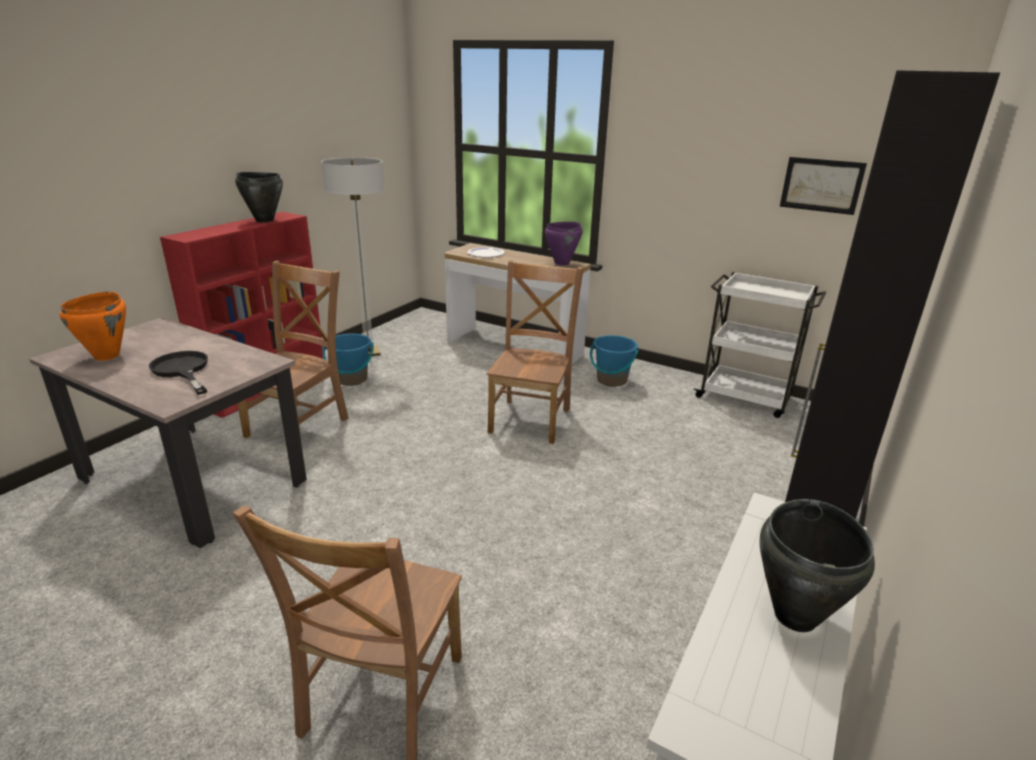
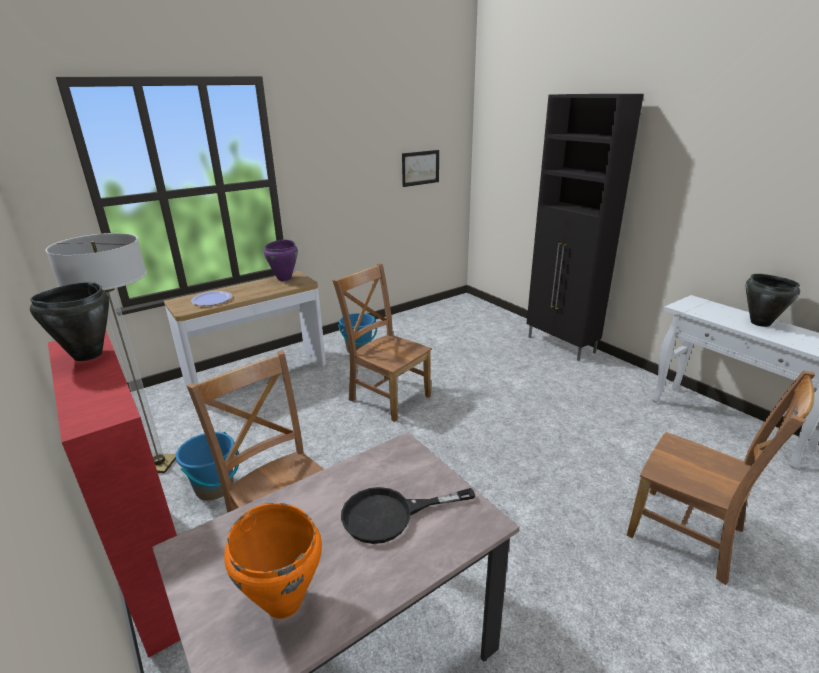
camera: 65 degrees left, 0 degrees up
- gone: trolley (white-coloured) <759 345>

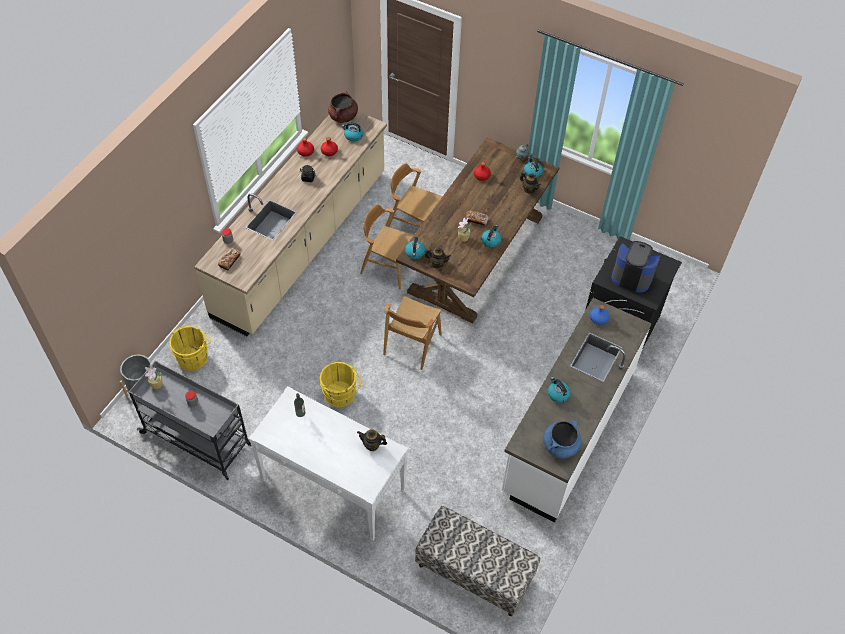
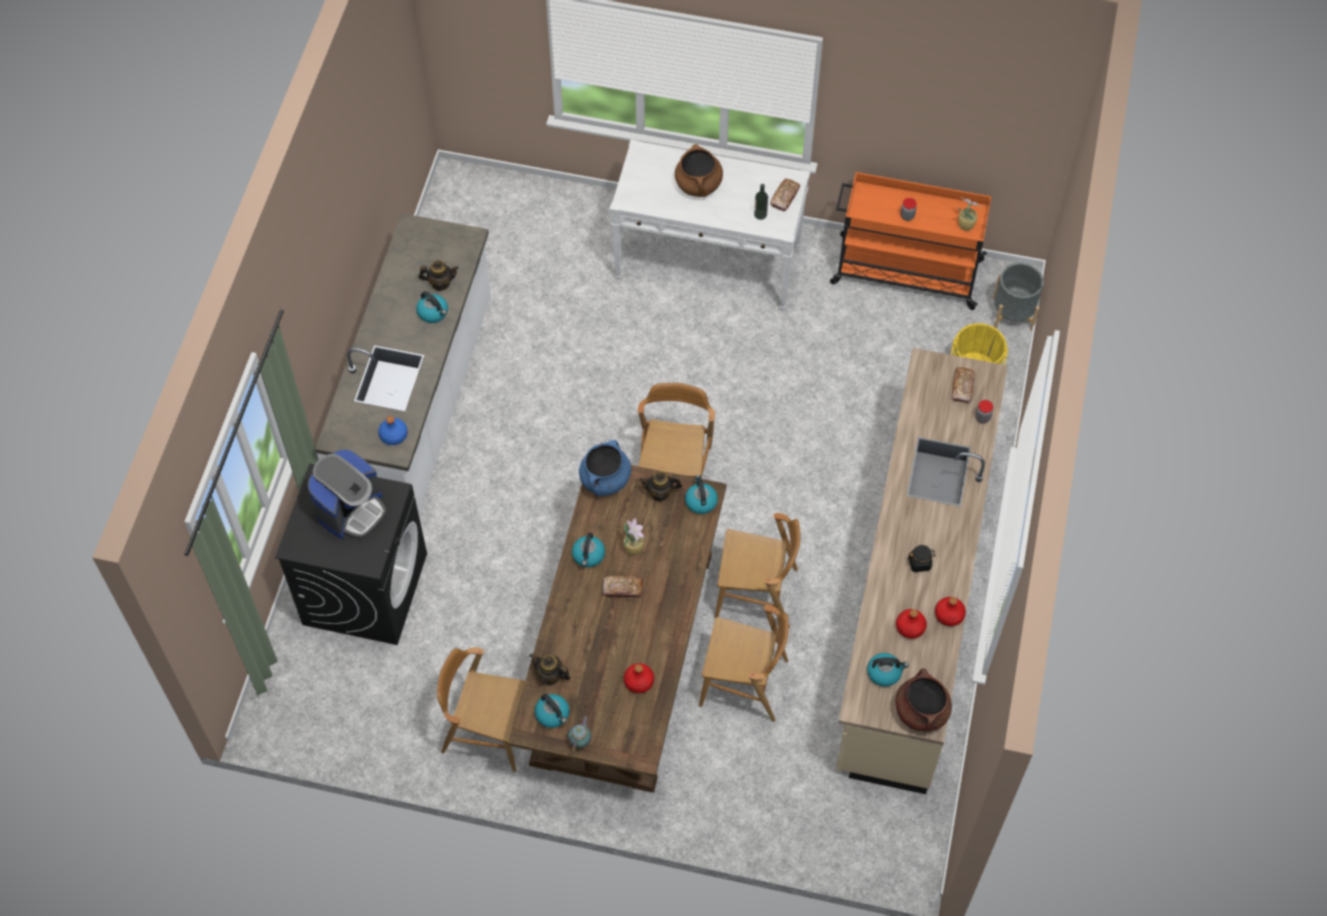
camera: 165 degrees right, 5 degrees up
- gone: water bucket (yellow-coloured) <340 384>
- gone: indoor bench <477 561>
- new: plain chair (brown) <481 709>
- new: cooking pot (brown) <699 170>
- new: baked bread <785 195>
- shifted: teapot <372 440> to <438 276>
- shifted: cooking pot (bluish) <562 440> to <605 468>
- repainted: trolley (gray) <190 420> to trolley (orange) <911 241>
- rotated: coffee maker <635 266> = <347 494> 60 degrees counterclockwise

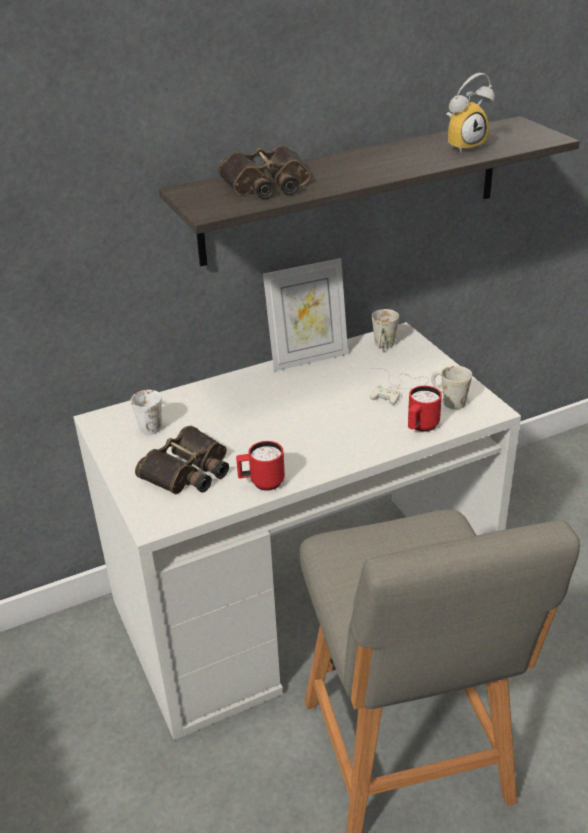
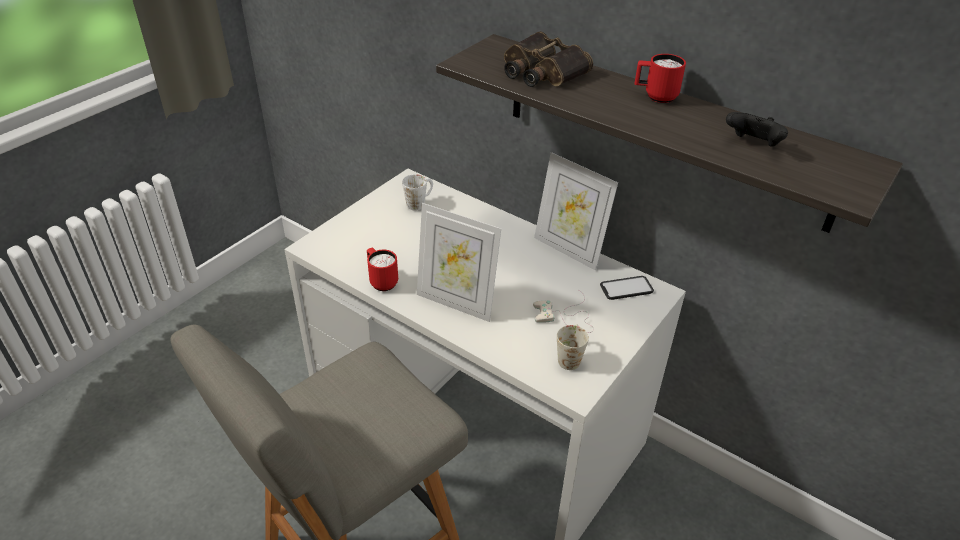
camera: 60 degrees right, 5 degrees up
- gone: pair of binoculars <182 460>
- new: standing frame <459 262>
- shifted: mug (red-coloured) <425 409> to <660 78>
- swapped: mug (white-coloured) <385 328> to phone <627 288>
- swapped: table clock <470 113> to joypad (blackish) <757 129>

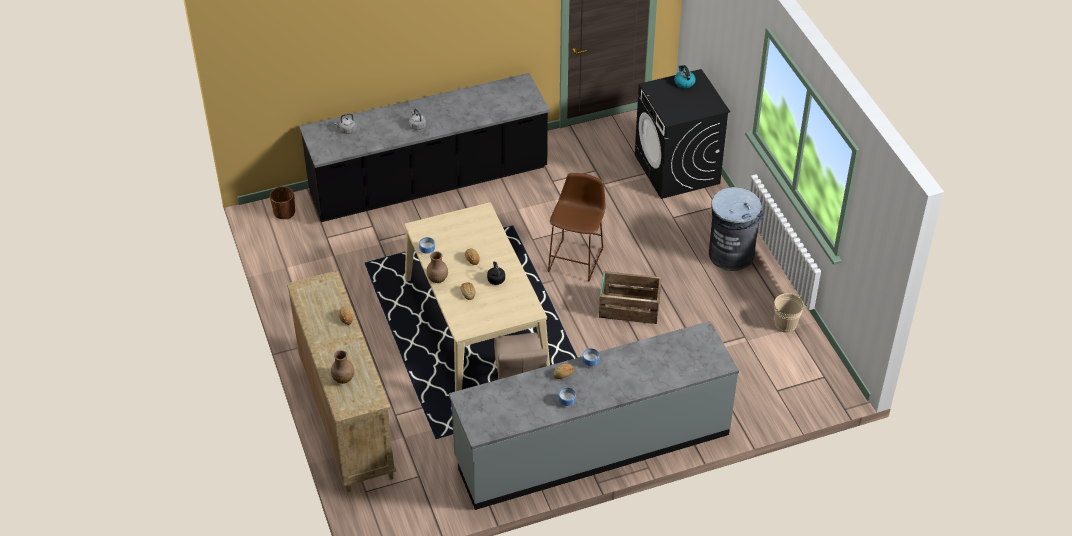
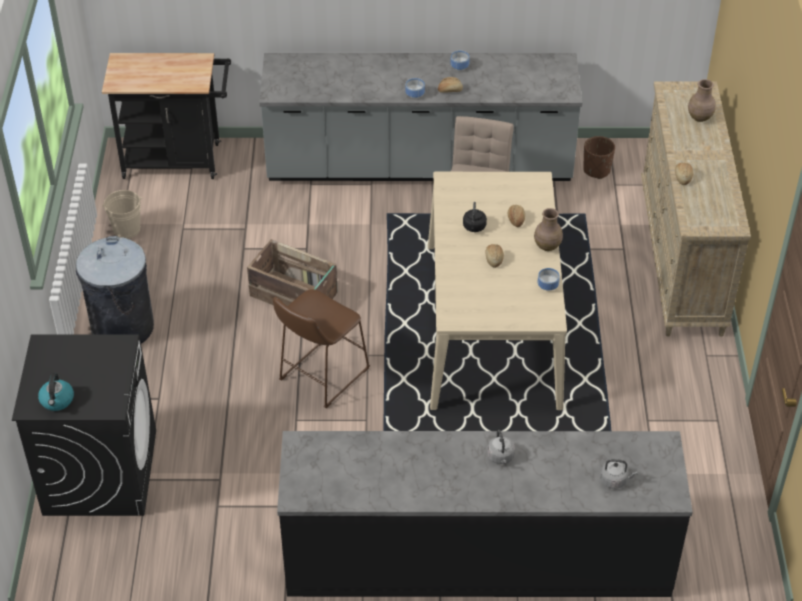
camera: 160 degrees left, 0 degrees up
- new: trolley (blackish) <166 116>
- shifted: plant pot (brown) <282 202> to <599 157>

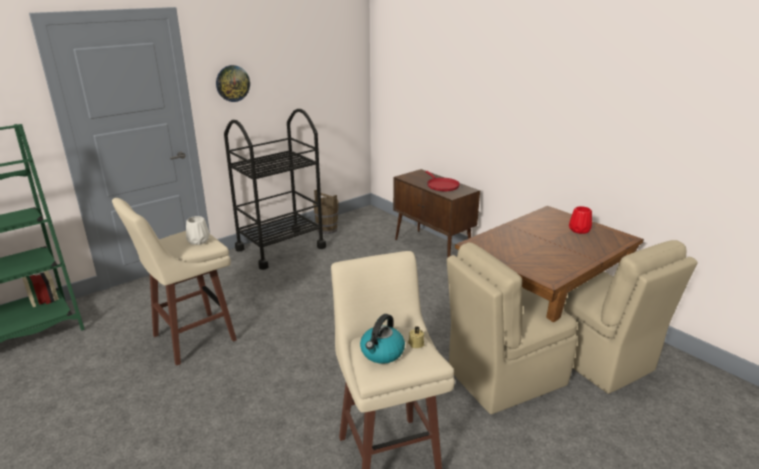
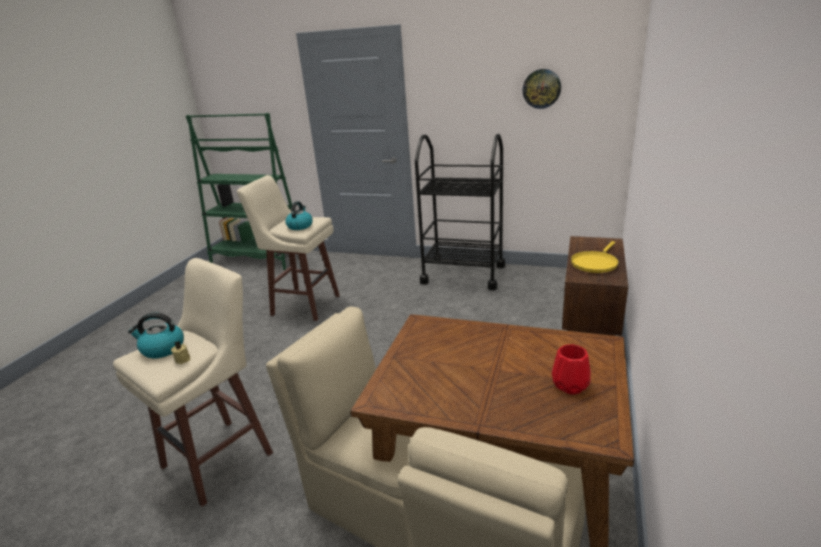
camera: 60 degrees right, 0 degrees up
- gone: water bucket (brown) <326 212>
- shifted: wall clock <233 83> to <541 89>
- swapped: flower vase (white-coloured) <198 230> to tea kettle <299 215>
- repainted: pan (red-coloured) <443 181> to pan (yellow-coloured) <595 257>

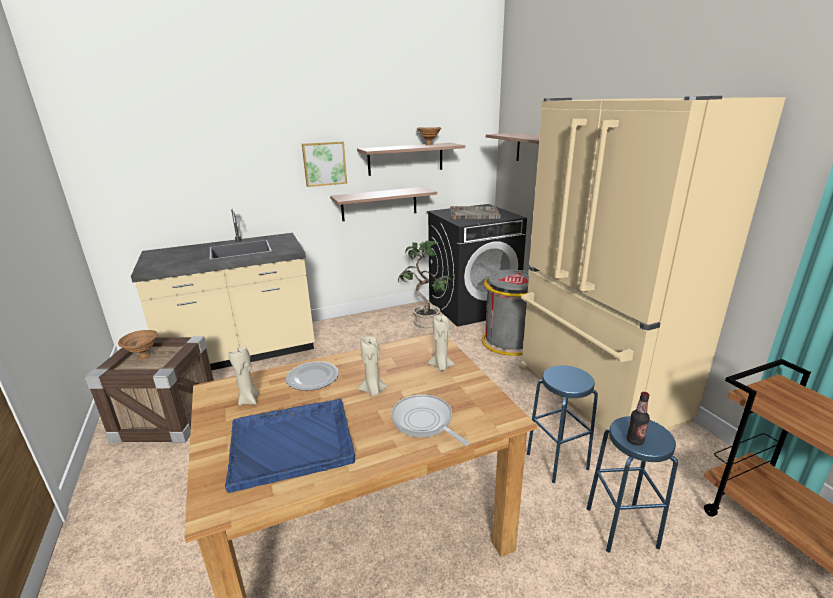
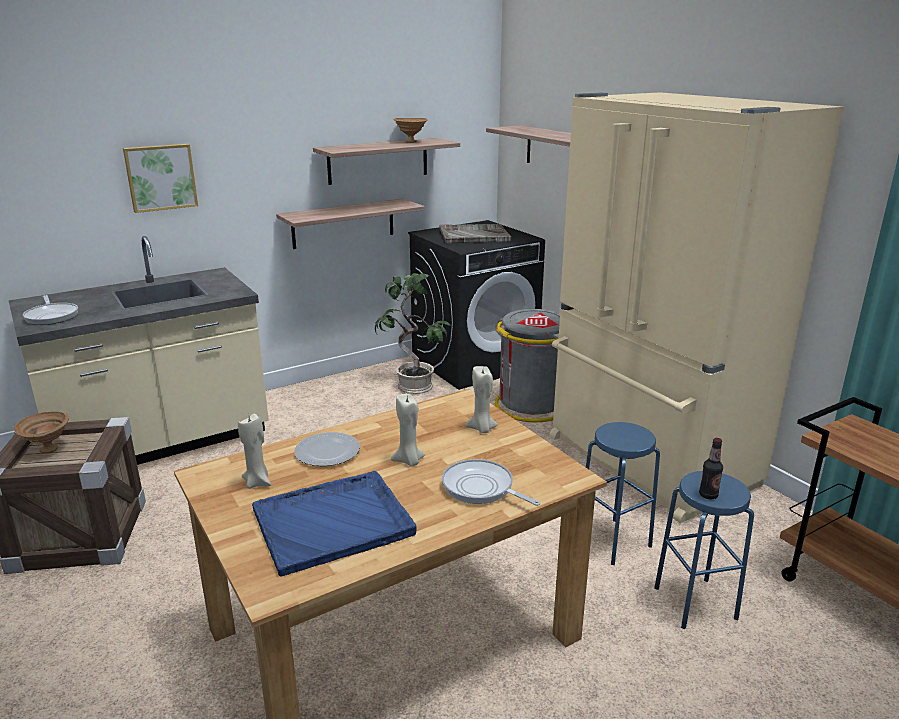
camera: 10 degrees left, 0 degrees up
- new: pan <50 310>
- shifted: wall picture <324 164> to <160 178>

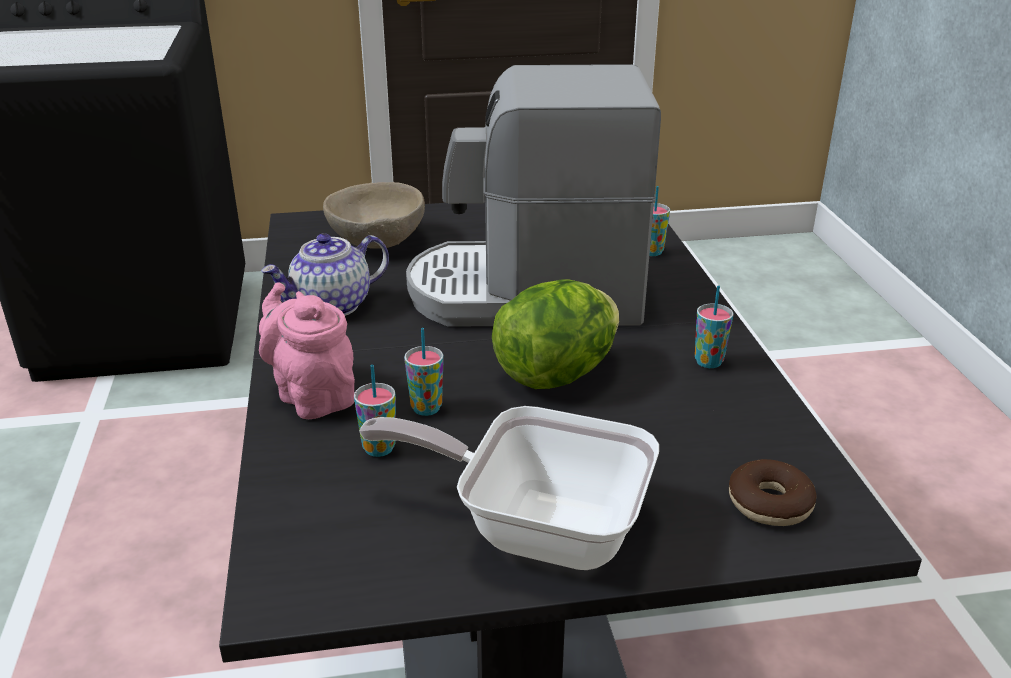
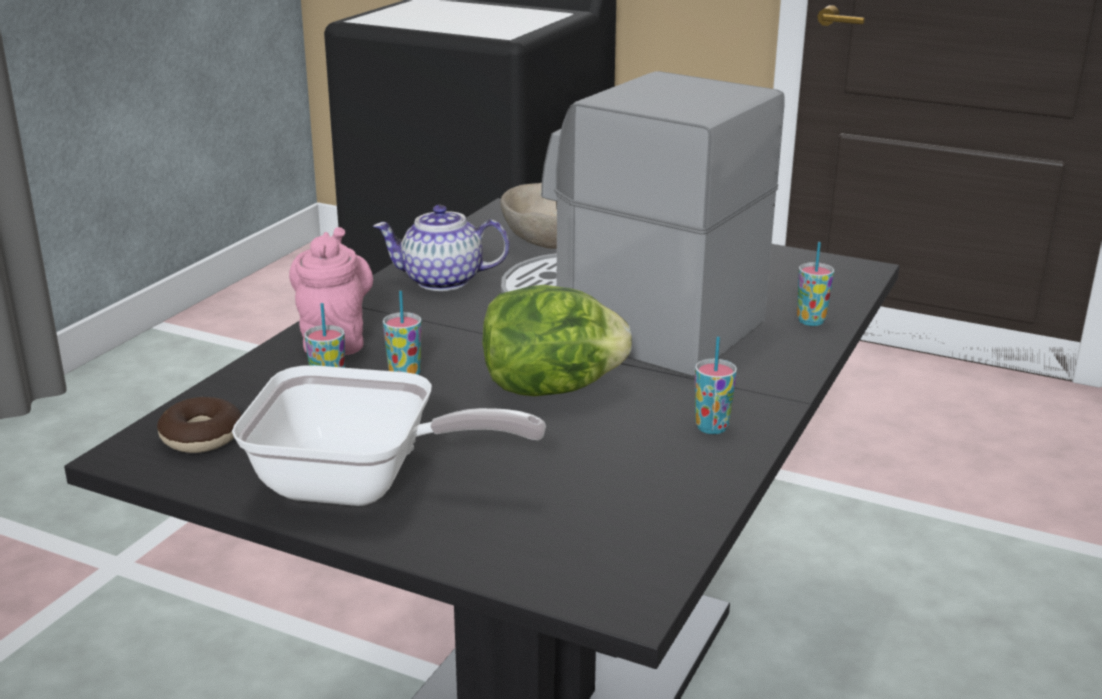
camera: 35 degrees right, 5 degrees down
- shifted: ring doughnut <773 492> to <199 425>
- rotated: pan <509 488> = <389 435> 135 degrees clockwise

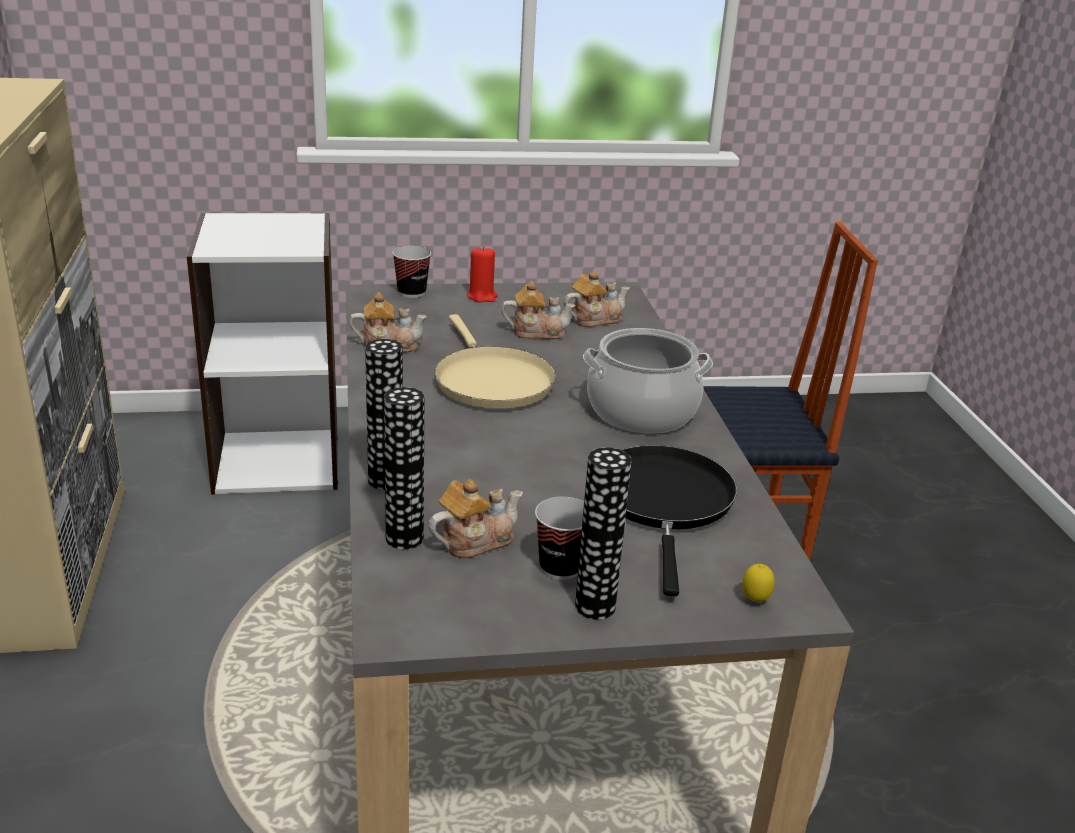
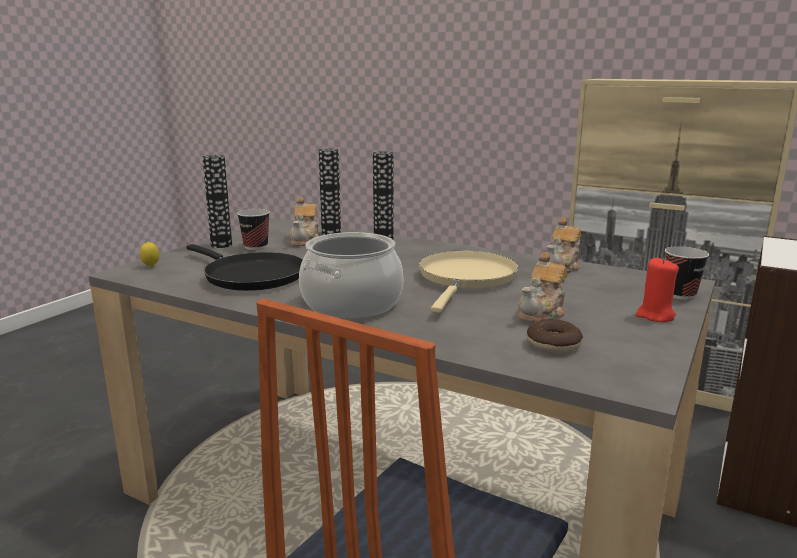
camera: 130 degrees right, 10 degrees down
- swapped: teapot <597 299> to ring doughnut <555 336>
- rotated: pan (sand-coloured) <495 361> = <469 282> 90 degrees clockwise

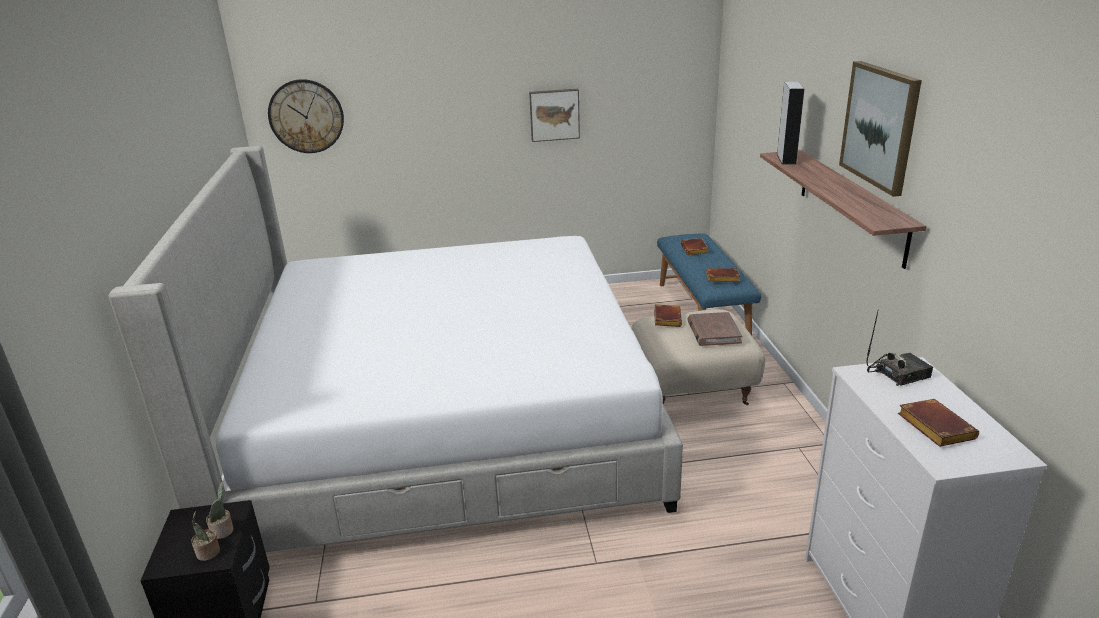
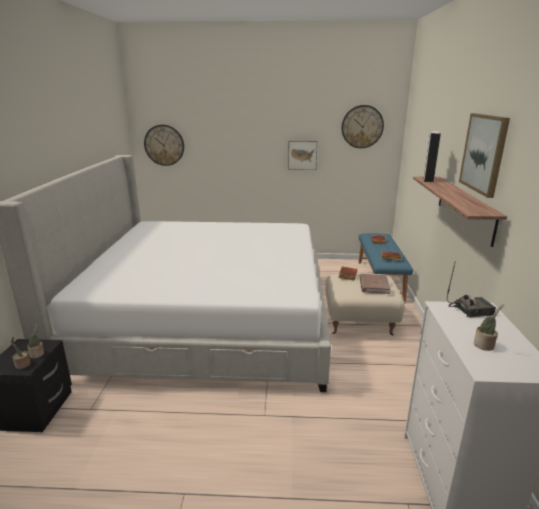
camera: 10 degrees right, 5 degrees down
- new: wall clock <362 126>
- swapped: volume (brown) <938 423> to houseplant <489 327>

